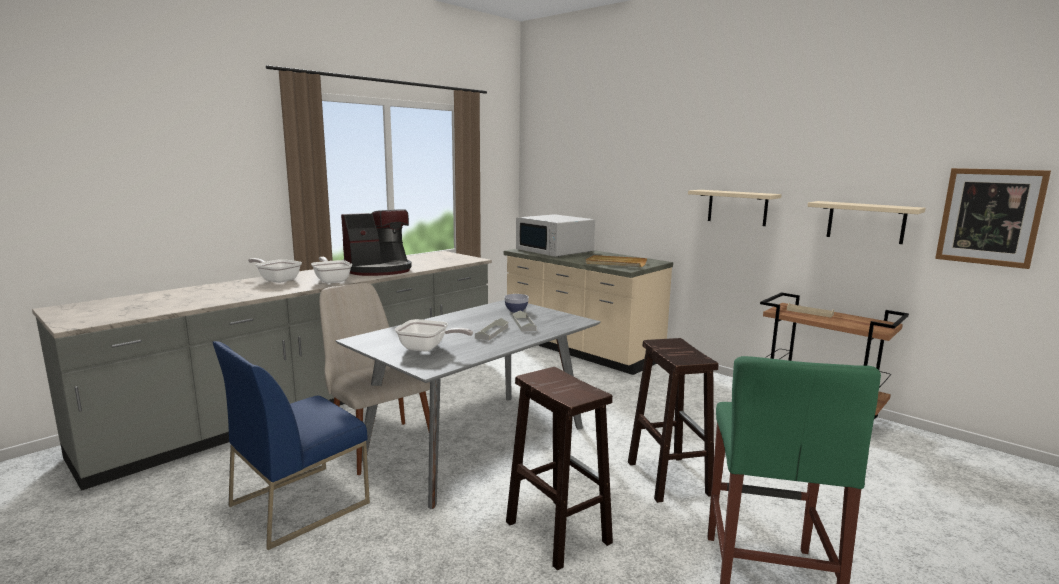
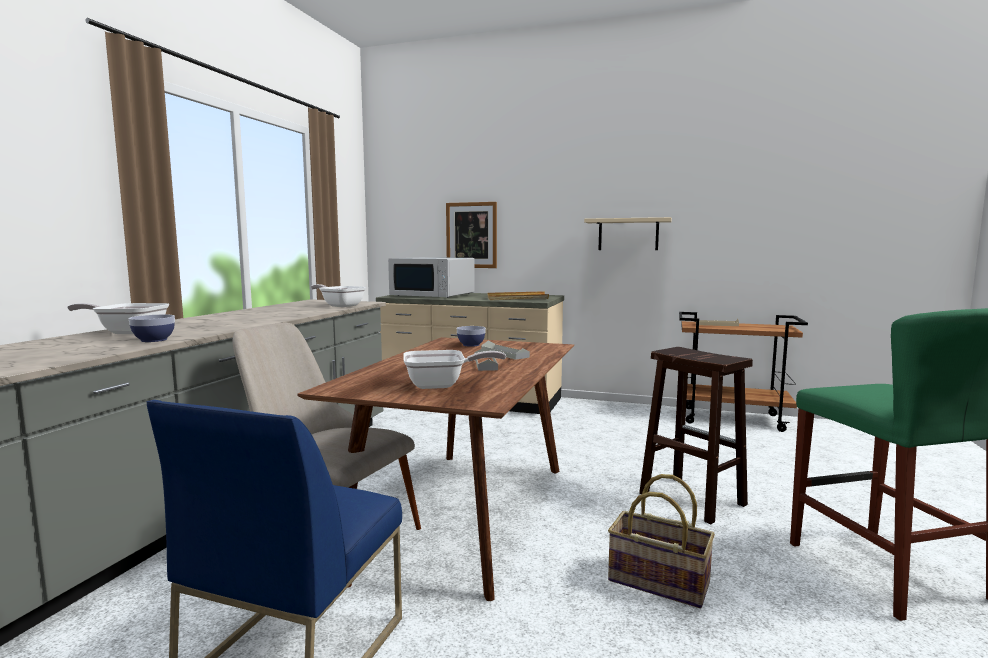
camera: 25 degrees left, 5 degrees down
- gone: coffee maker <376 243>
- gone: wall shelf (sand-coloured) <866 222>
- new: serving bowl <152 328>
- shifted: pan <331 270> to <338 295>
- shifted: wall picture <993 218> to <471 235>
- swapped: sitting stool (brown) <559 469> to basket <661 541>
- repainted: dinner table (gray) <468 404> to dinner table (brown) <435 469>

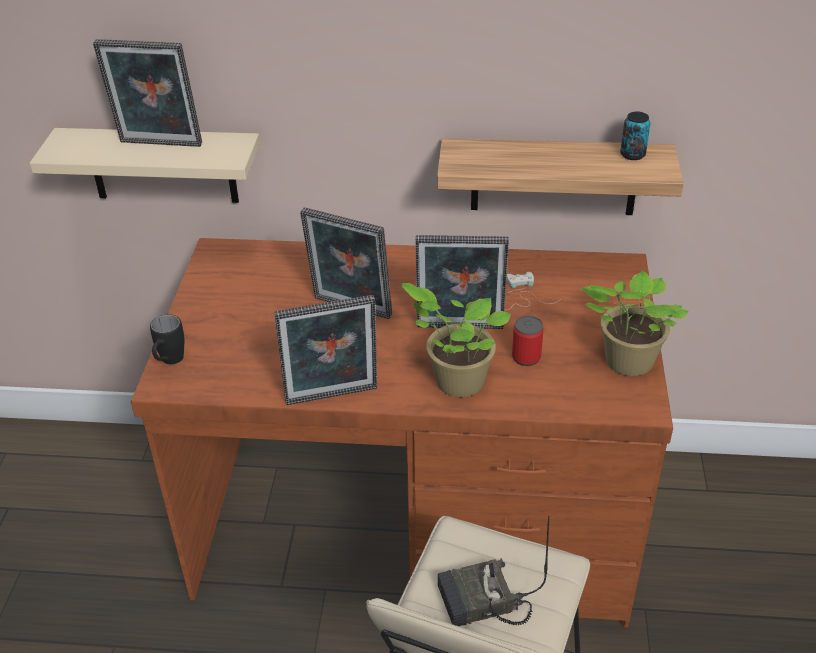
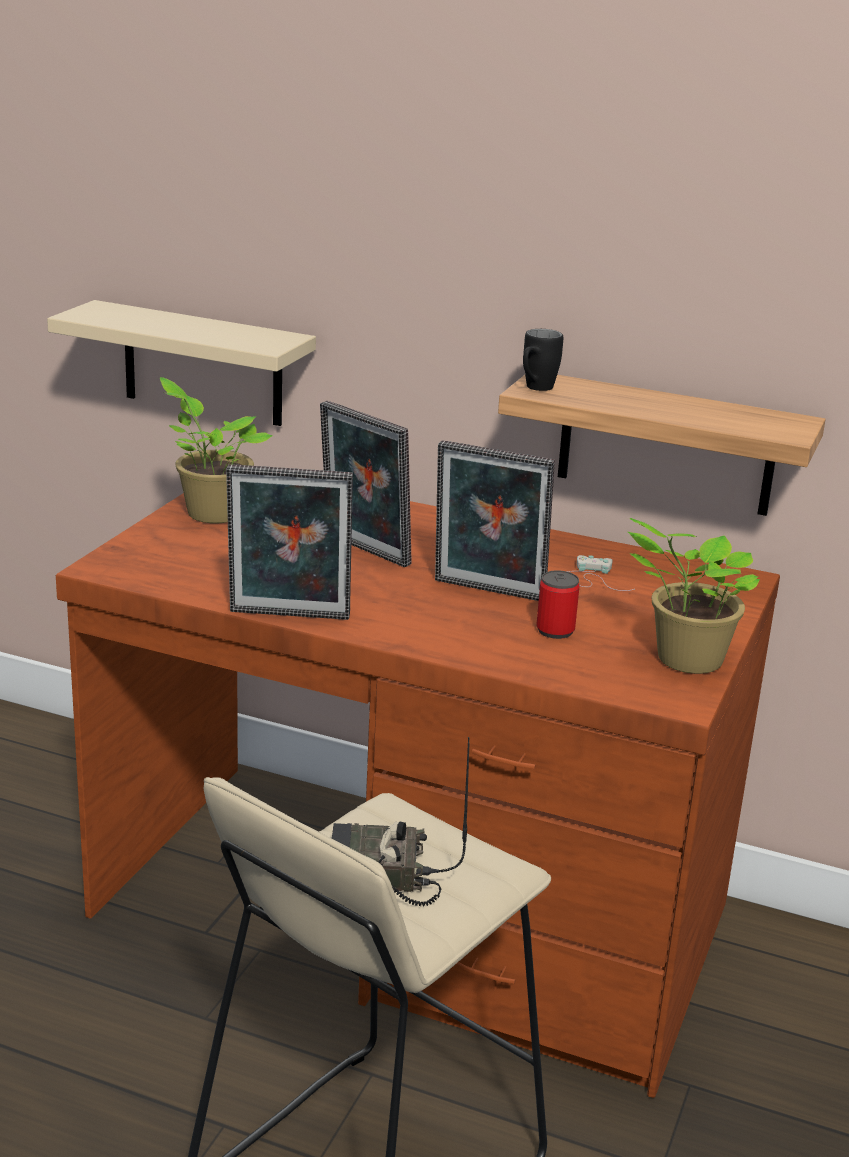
camera: 15 degrees right, 15 degrees down
- gone: standing frame <147 93>
- gone: metal can <635 135>
- shifted: mug (blackish) <167 339> to <543 360>
- shifted: houseplant <456 340> to <216 450>

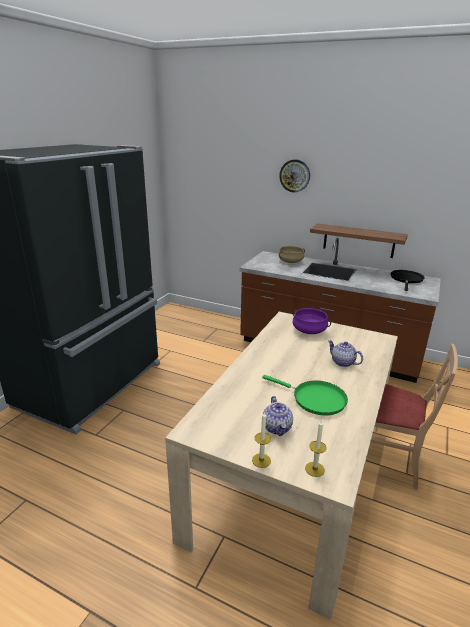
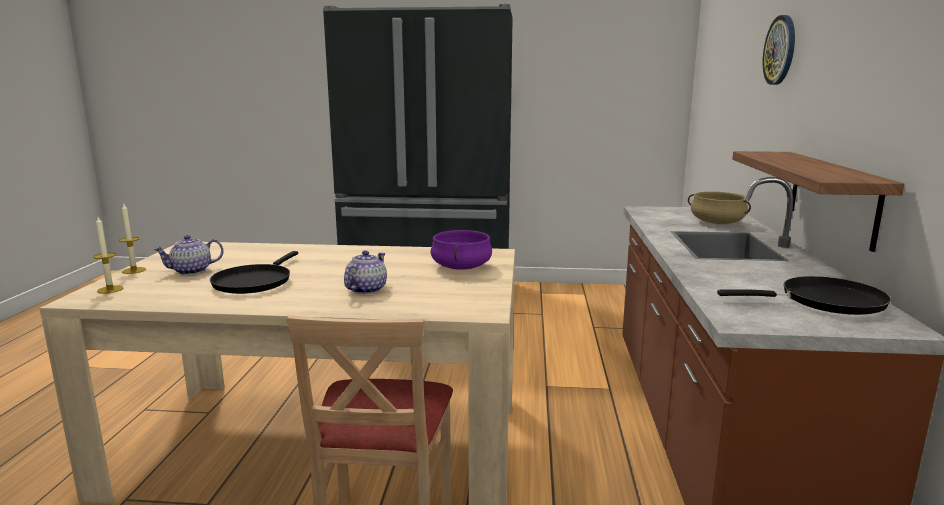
camera: 70 degrees right, 10 degrees down
- repainted: pan (greenish) <305 395> to pan (blackish) <254 272>

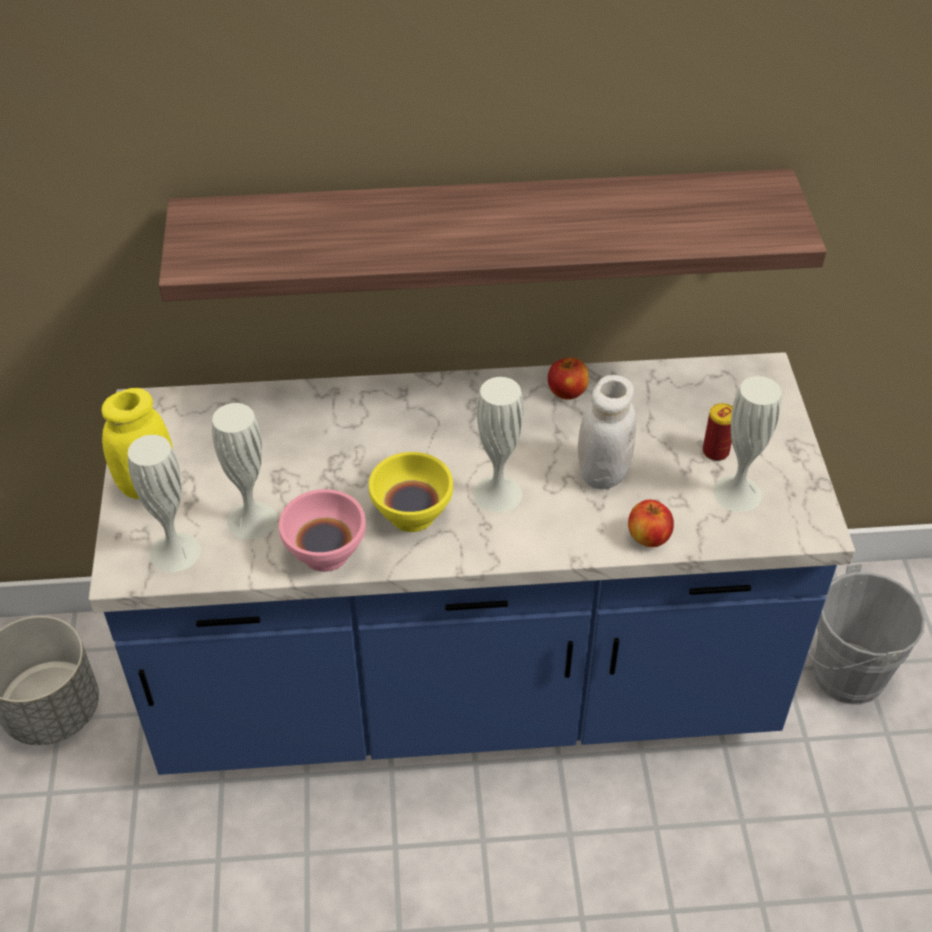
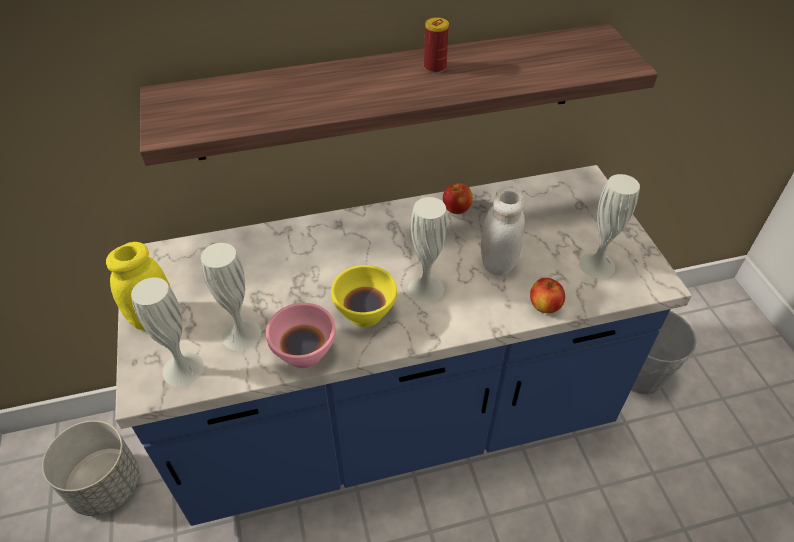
camera: 10 degrees left, 0 degrees up
- shifted: metal can <718 432> to <436 45>

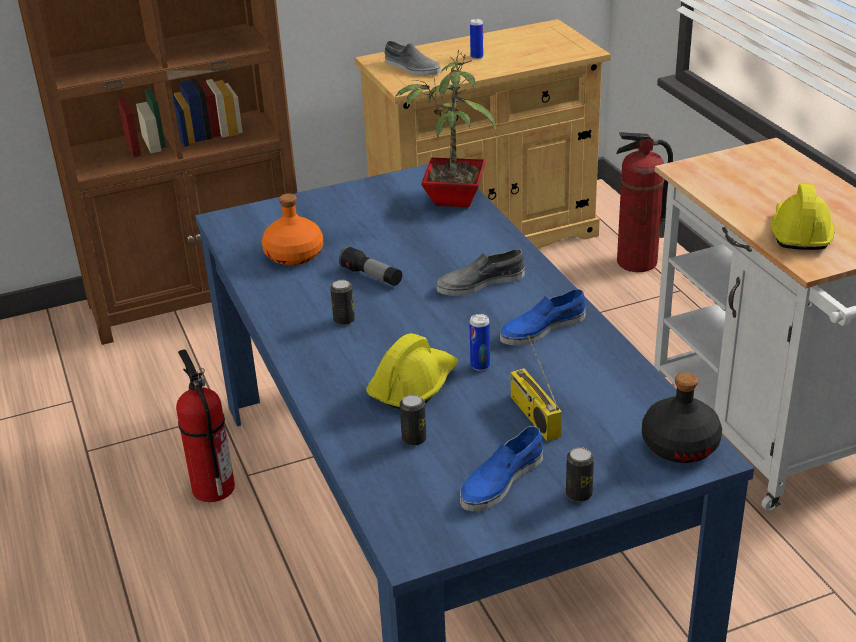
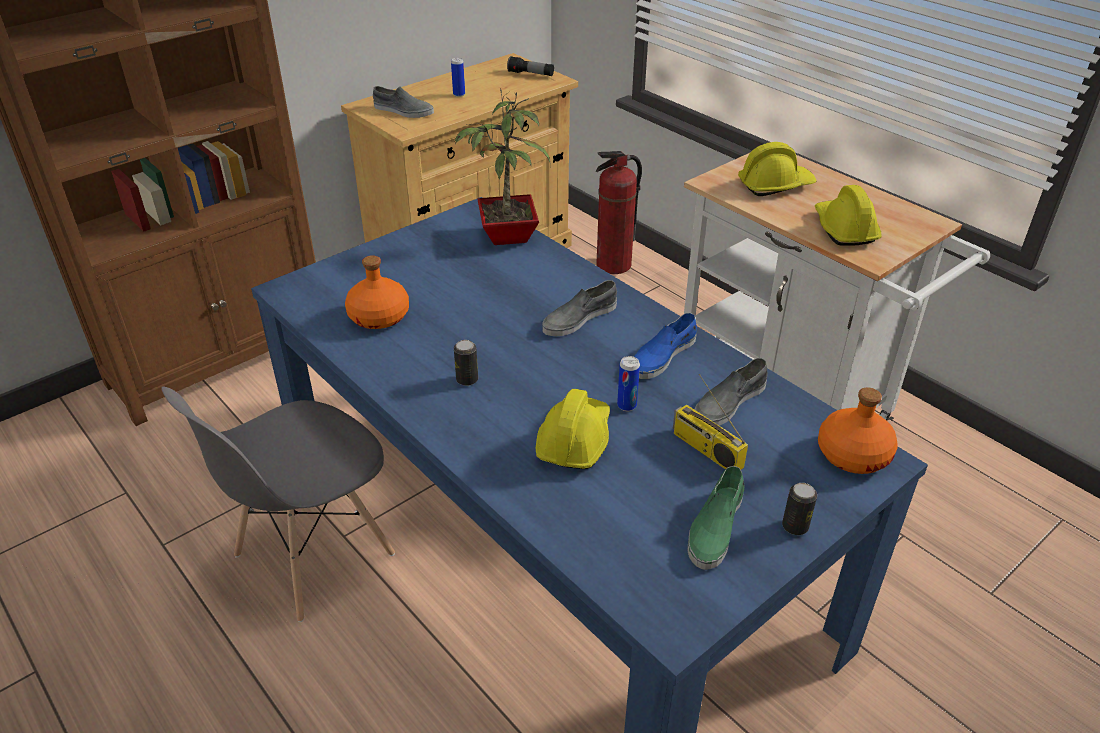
camera: 20 degrees left, 5 degrees up
- gone: metal can <413 420>
- new: low shoe (gray) <731 392>
- new: hard hat (yellow-coloured) <777 169>
- shifted: flashlight <370 266> to <530 66>
- swapped: fire extinguisher <205 425> to plain chair (gray) <278 504>
- repainted: low shoe (bluish) <501 468> to low shoe (greenish) <716 518>
- repainted: drink bottle (blackish) <682 417> to drink bottle (orange) <858 431>

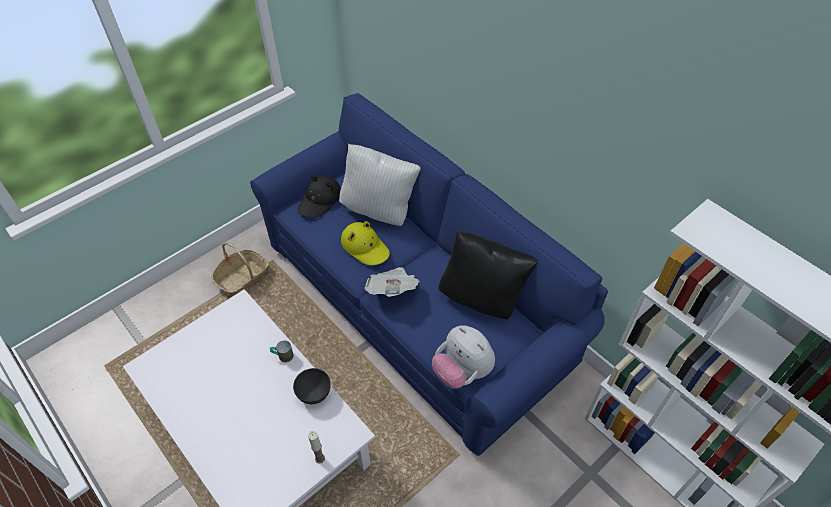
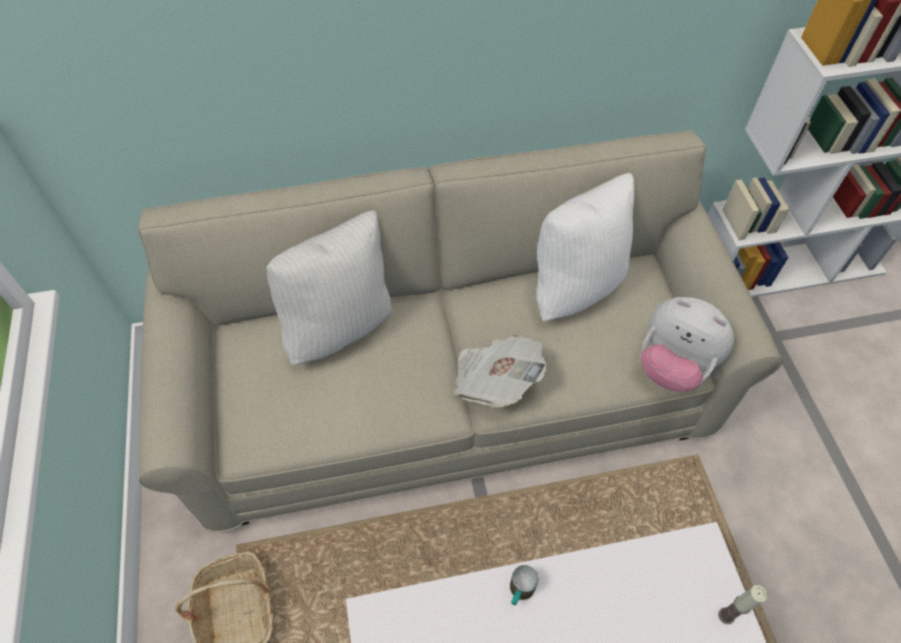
camera: 60 degrees left, 5 degrees up
- gone: serving bowl (gray) <312 386>
- gone: clothing hat (blackish) <319 197>
- gone: clothing hat (yellow-coloured) <365 243>
- repainted: couch (bluish) <429 274> to couch (sand-coloured) <460 331>
- repainted: throw pillow (blackish) <488 276> to throw pillow (white-coloured) <586 247>
- rotated: soft toy <463 357> = <687 344> 45 degrees clockwise

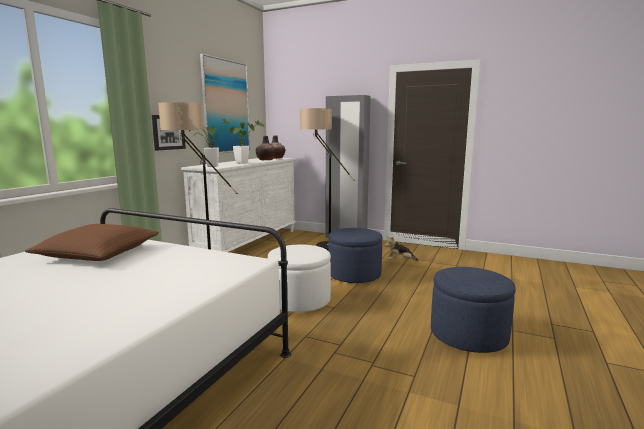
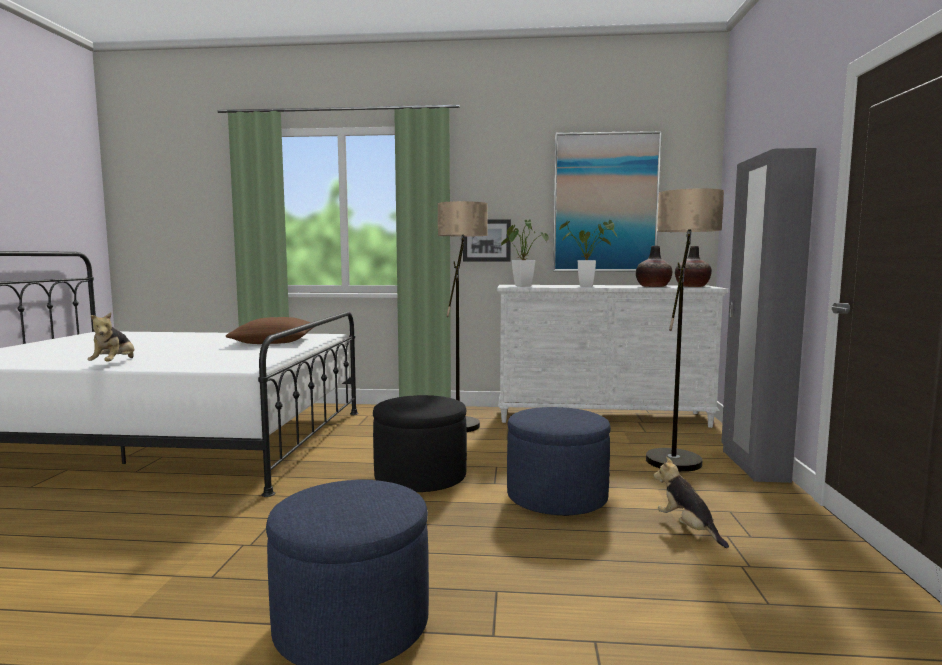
camera: 70 degrees right, 5 degrees down
- new: soft toy <110 337>
- repainted: footrest (white-coloured) <299 278> to footrest (blackish) <420 443>

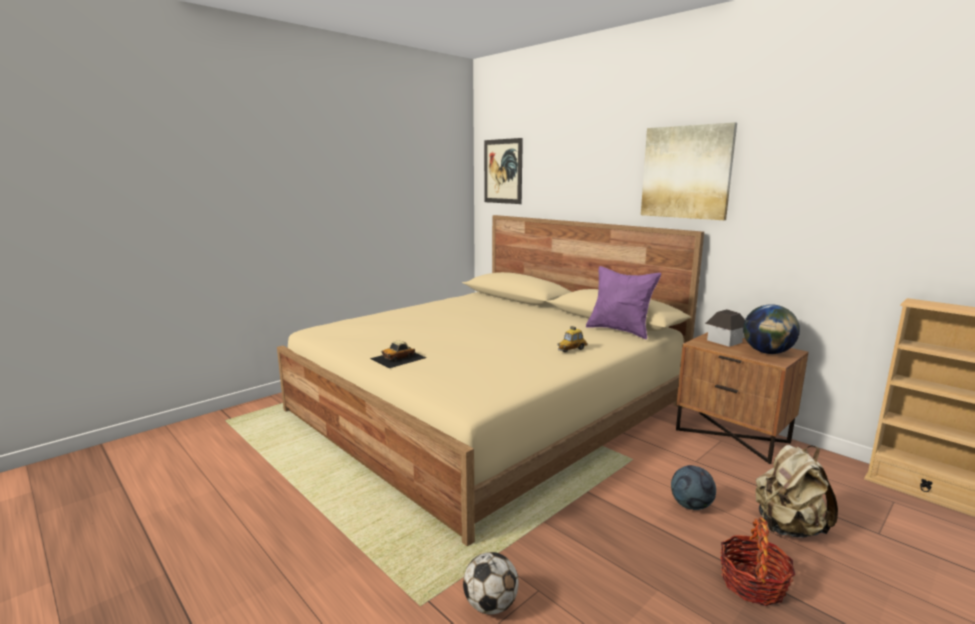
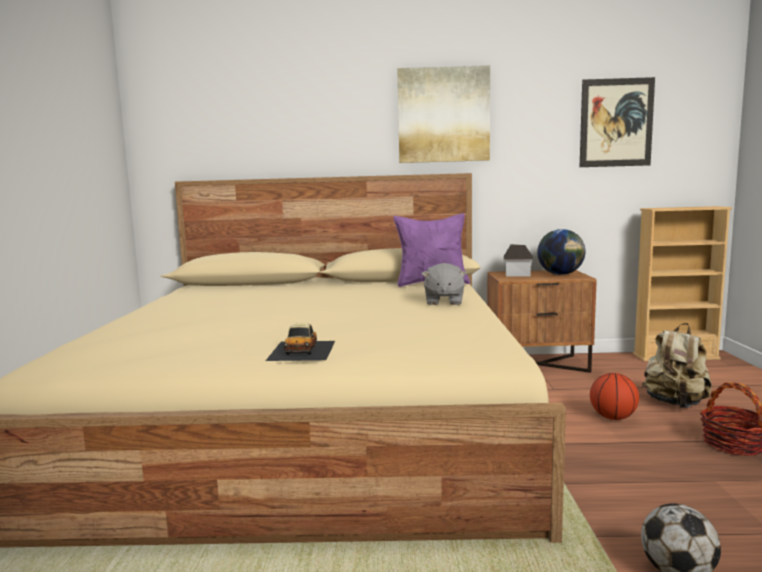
camera: 45 degrees left, 5 degrees down
- shifted: wall picture <503 171> to <617 122>
- swapped: miniature car <572 339> to soft toy (gray) <444 284>
- swapped: football ball <693 487> to basketball ball <614 396>

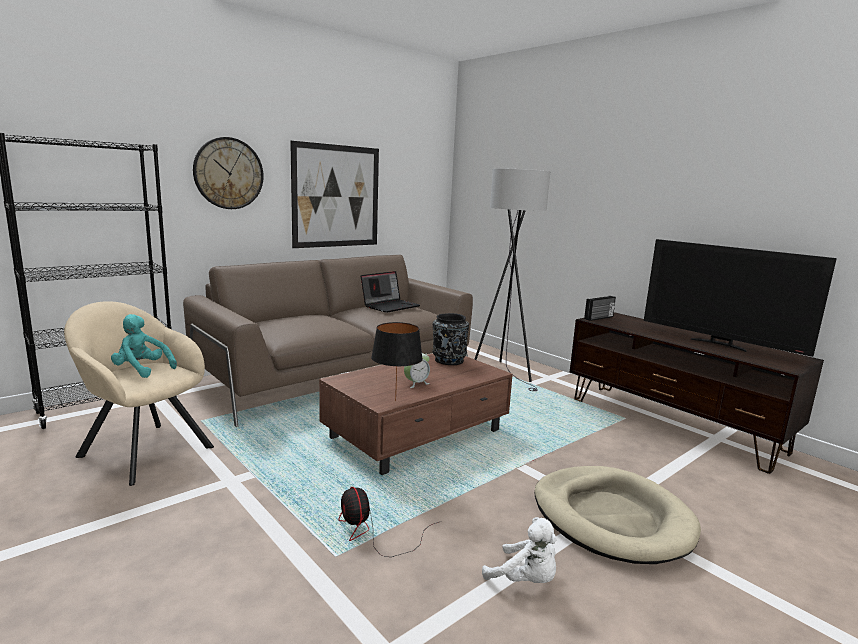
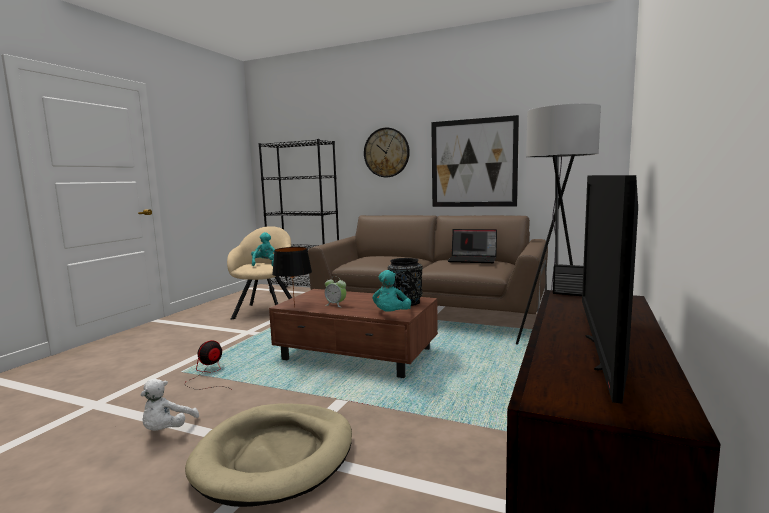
camera: 65 degrees right, 5 degrees down
- new: soft toy (turquoise-coloured) <391 291>

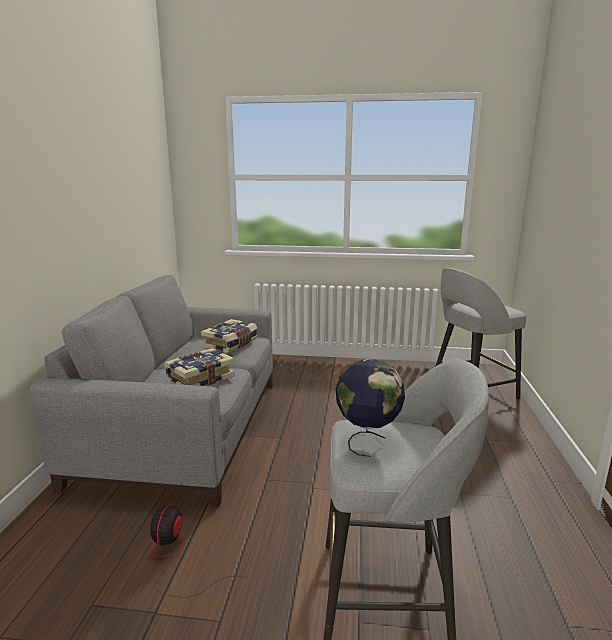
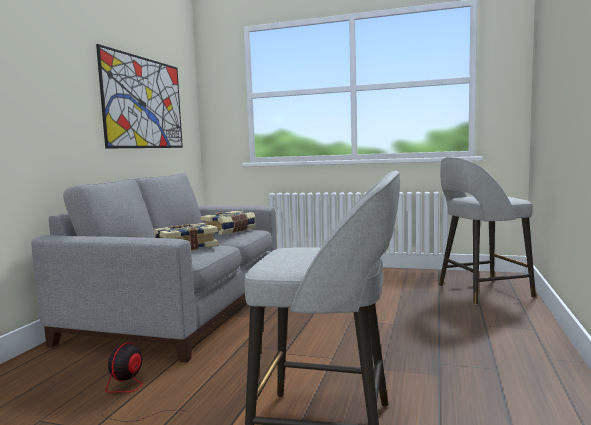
camera: 10 degrees right, 10 degrees down
- gone: world globe <370 408>
- new: wall picture <139 96>

